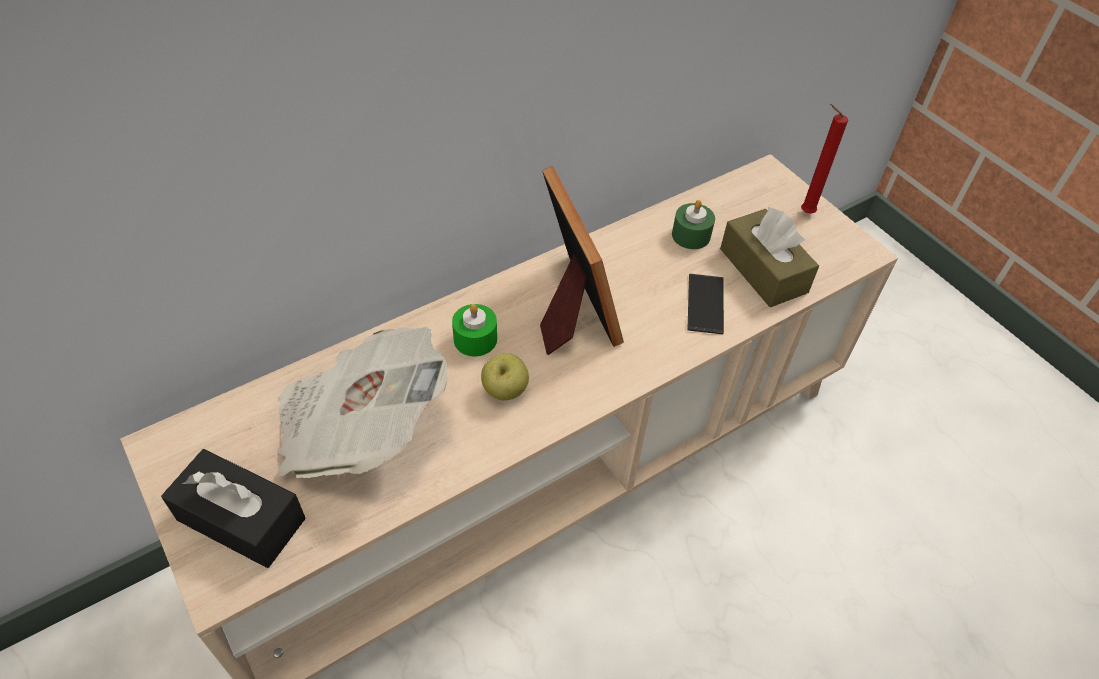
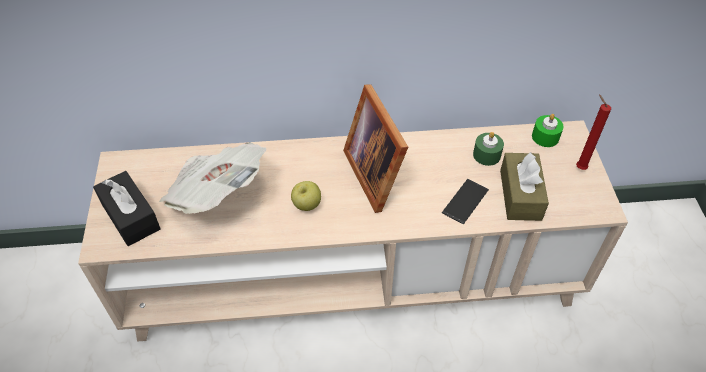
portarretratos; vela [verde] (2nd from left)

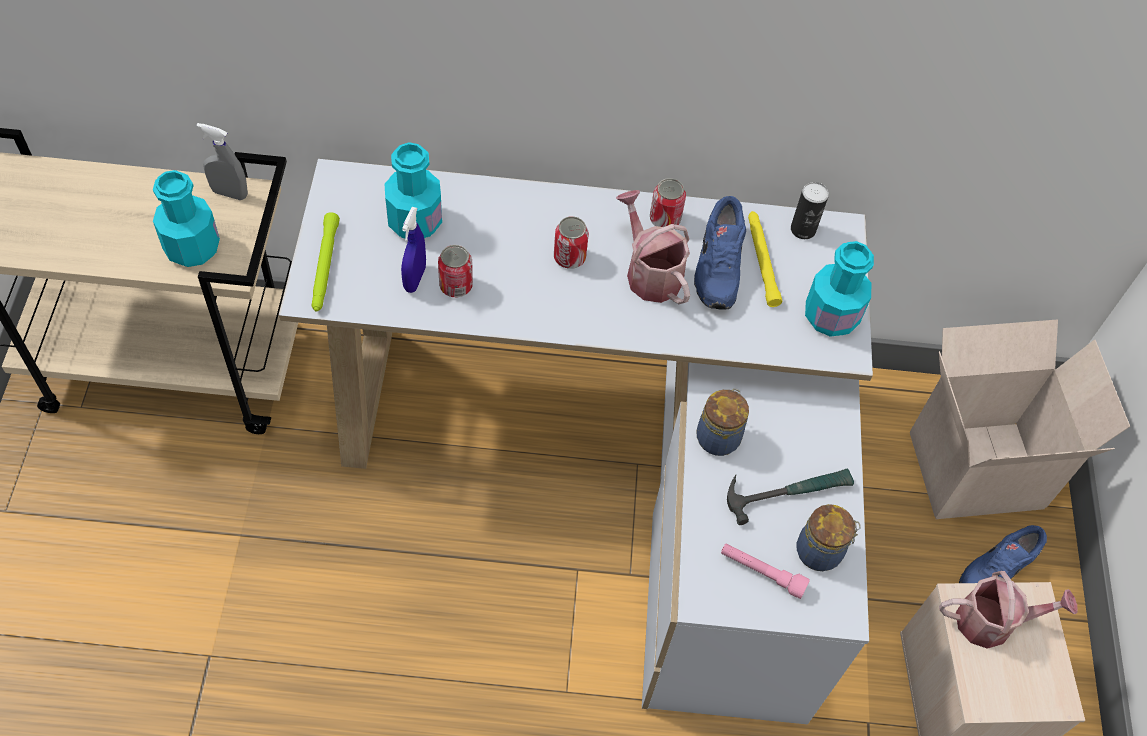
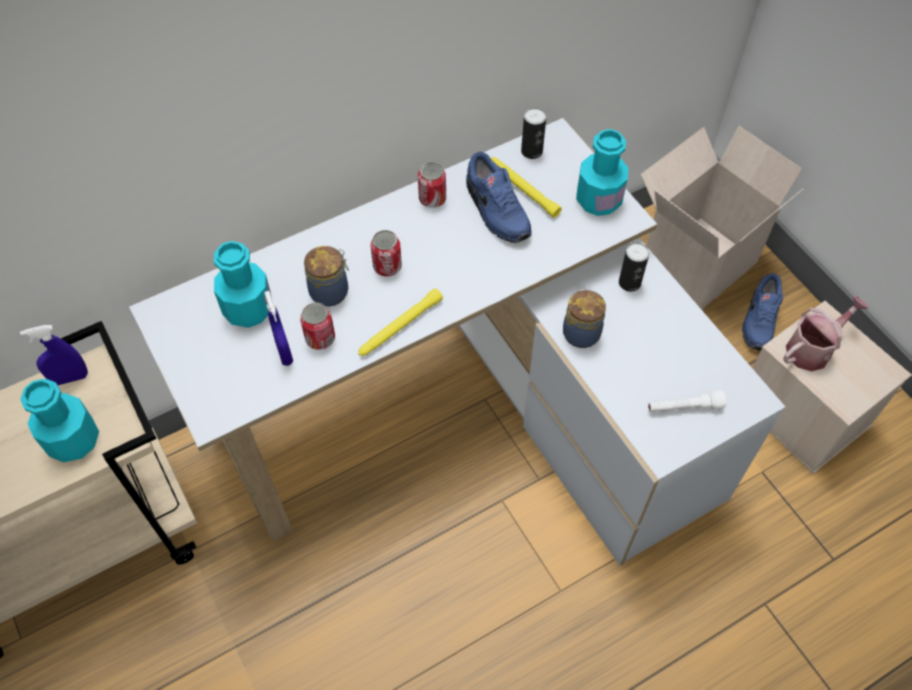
pulverizador [azul] (1st from left); regadera (1st from left in the first image); linterna [verde]; martillo; tarro (1st from left); linterna [blanco]; lata (5th from left); linterna [amarillo] (1st from left)

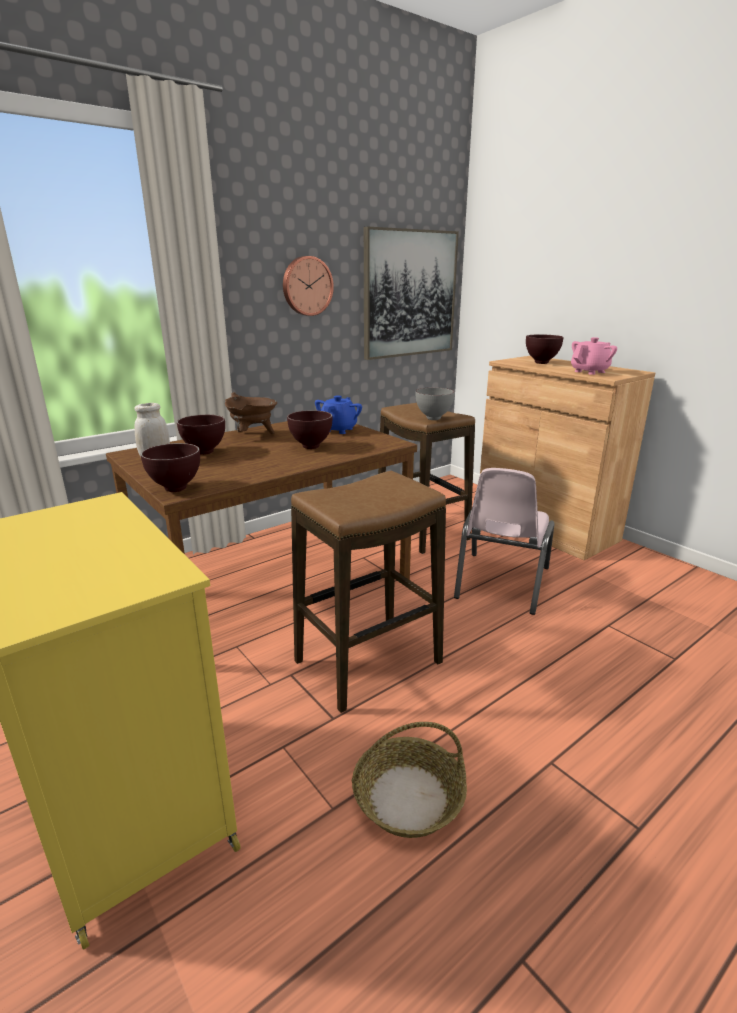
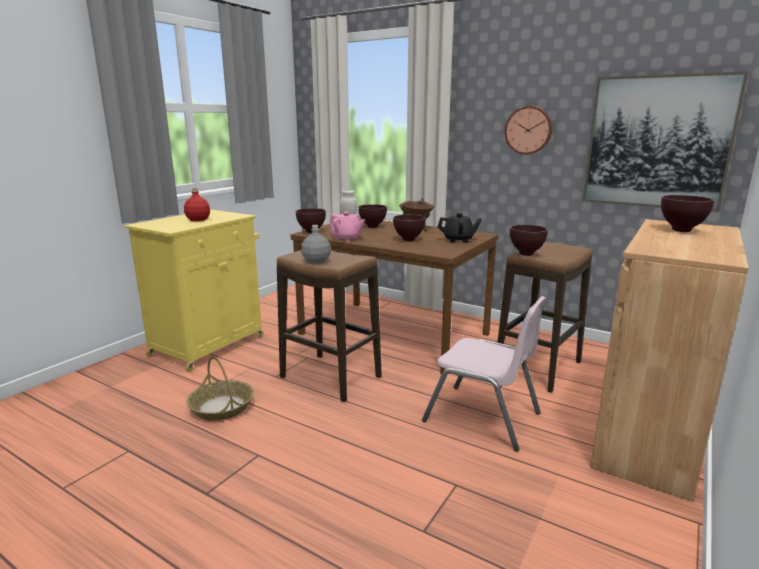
tetera [rosa]; cuenco [marrón] (4th from left); tetera [negro]; silla [rosa]; botella [rojo]; botella [gris]

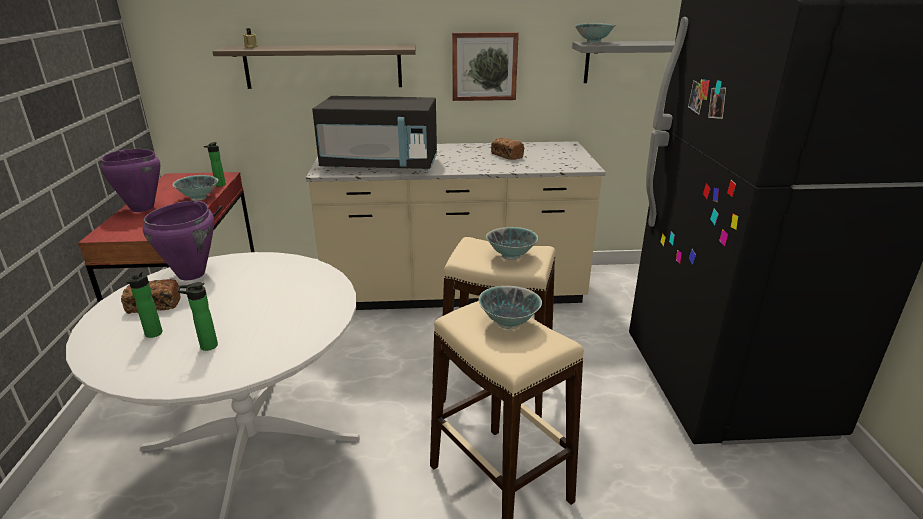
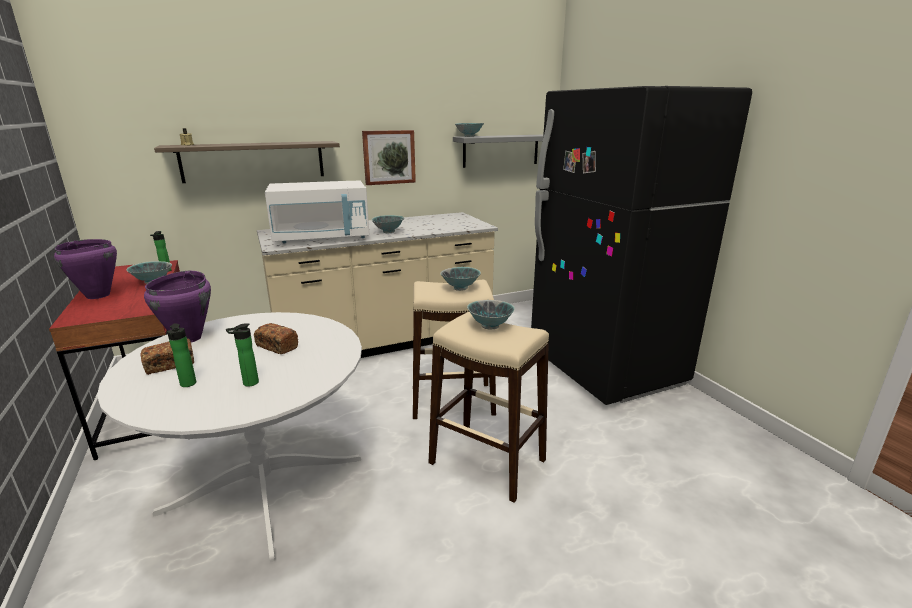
microondas [blanco]; pan (2nd from left); cuenco (2nd from left)

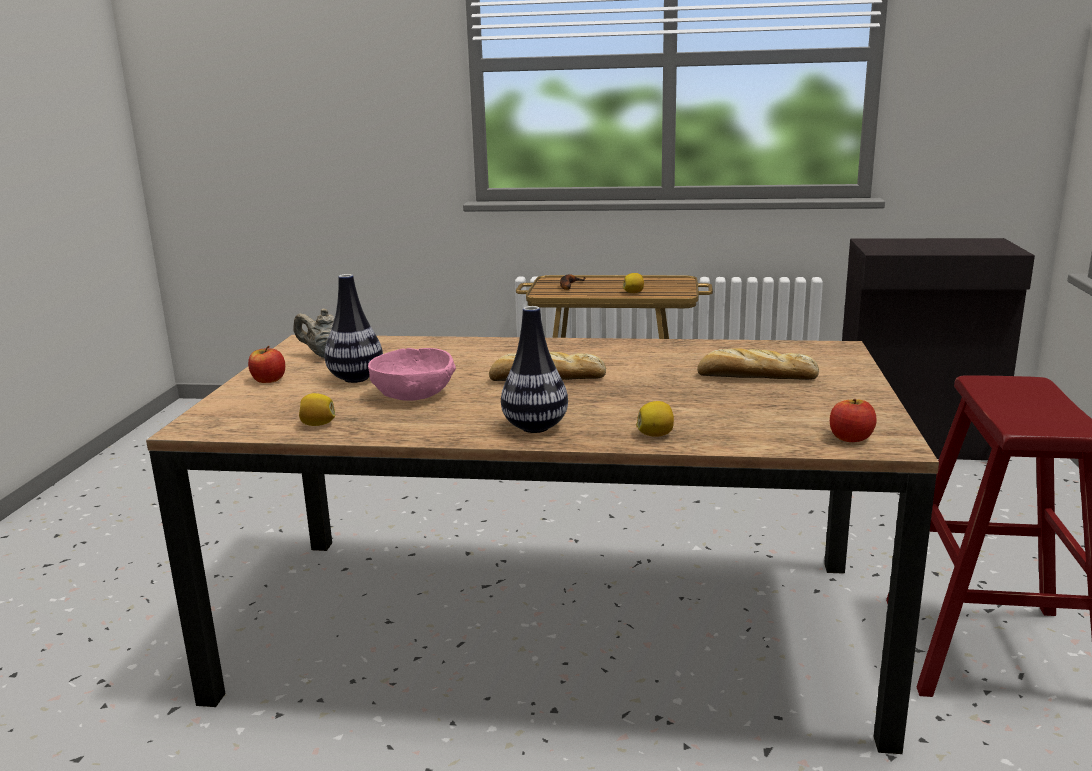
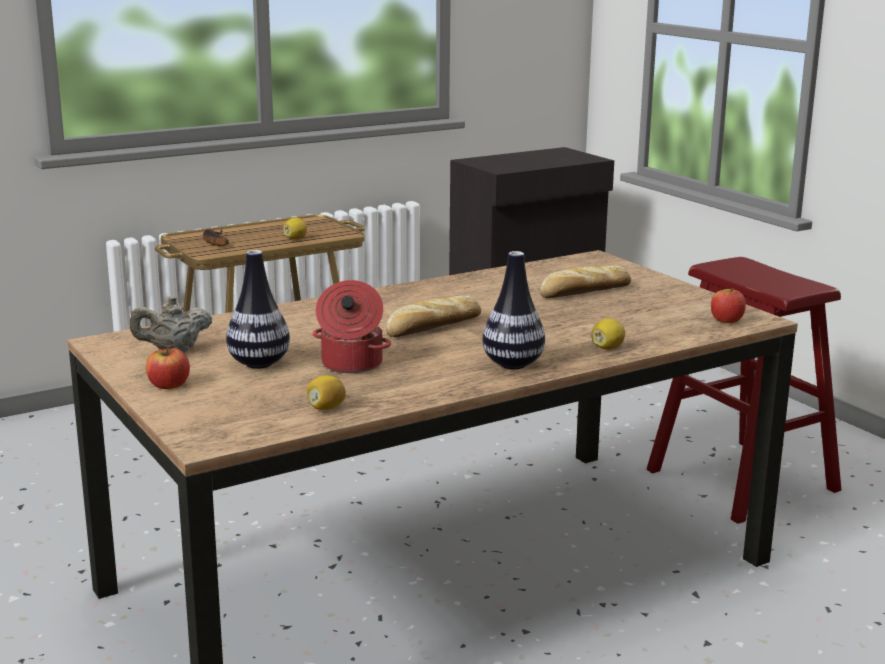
olla

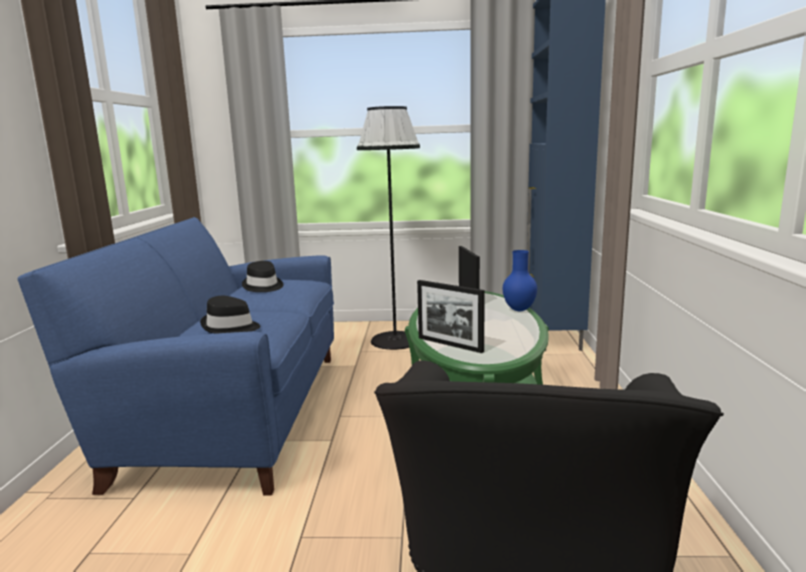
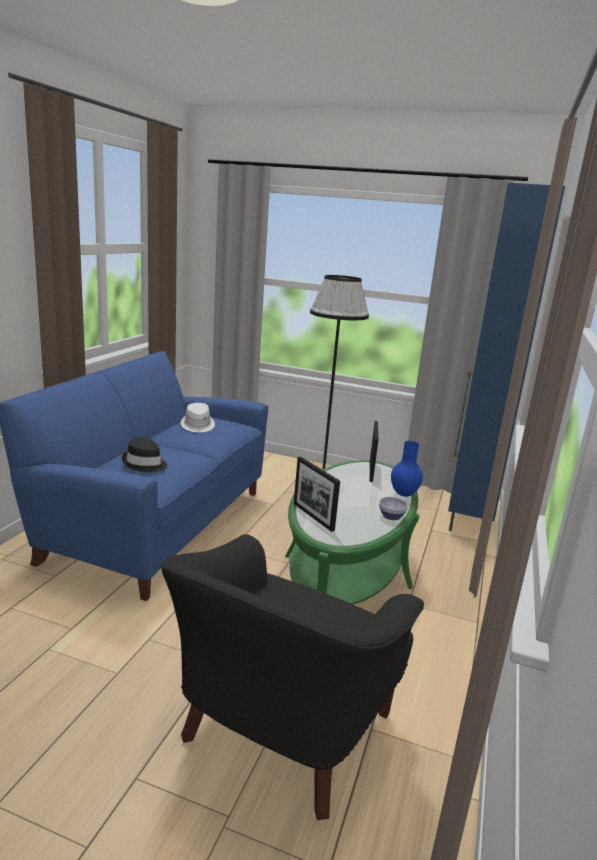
sombrero [blanco]; cuenco

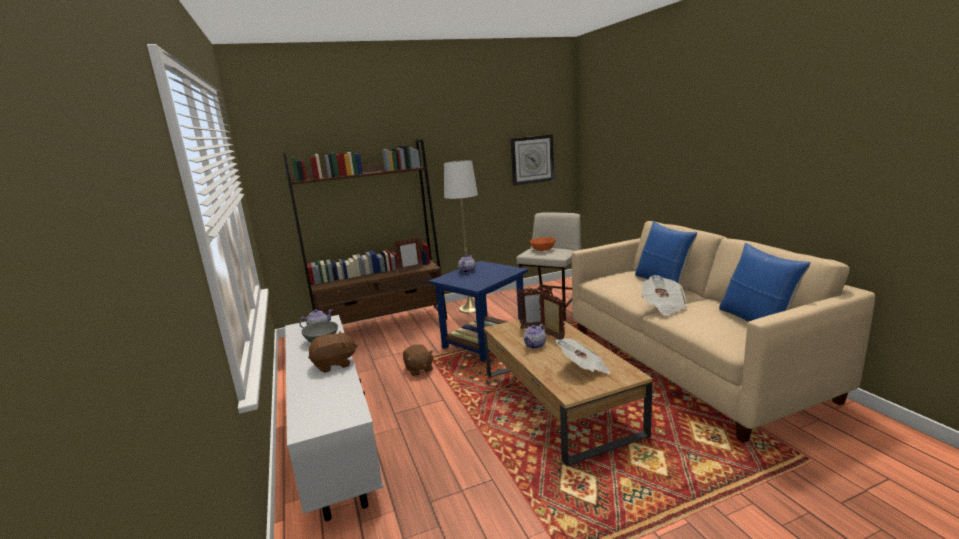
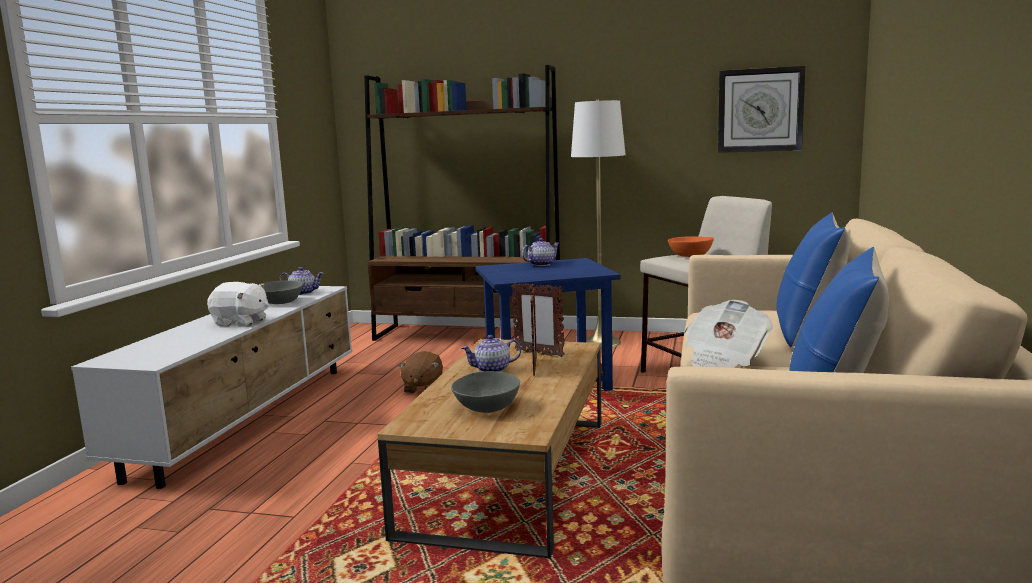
portarretratos (1st from left in the first image); peluche [blanco]; cuenco [gris] (2nd from left)

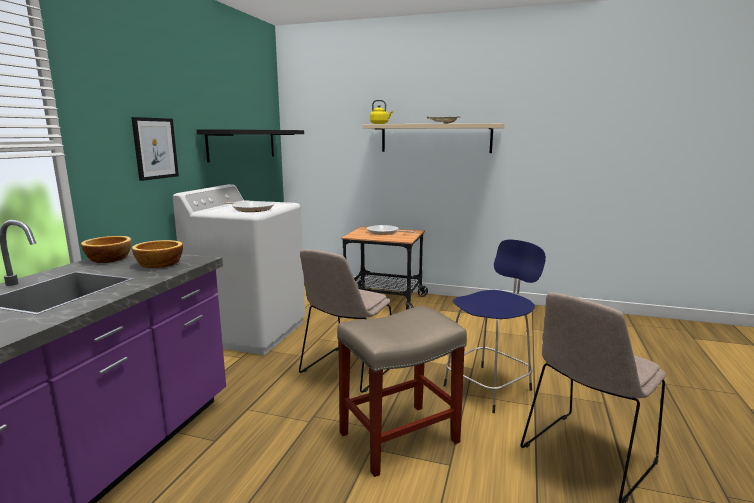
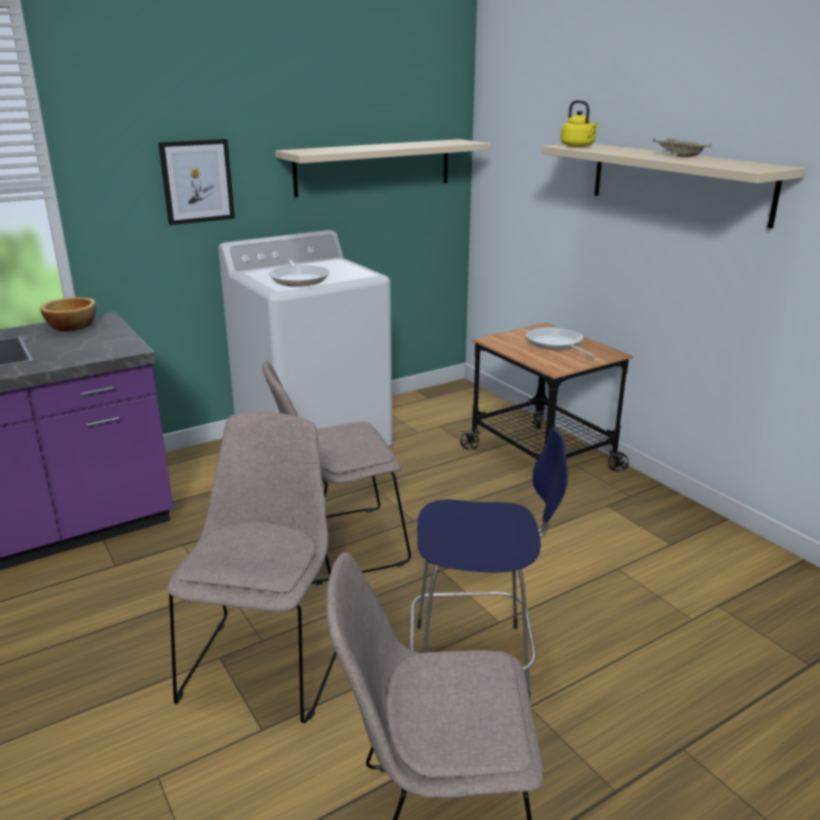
estante [beis] (1st from left); cuenco (2nd from left in the first image); silla [beis] (1st from left)

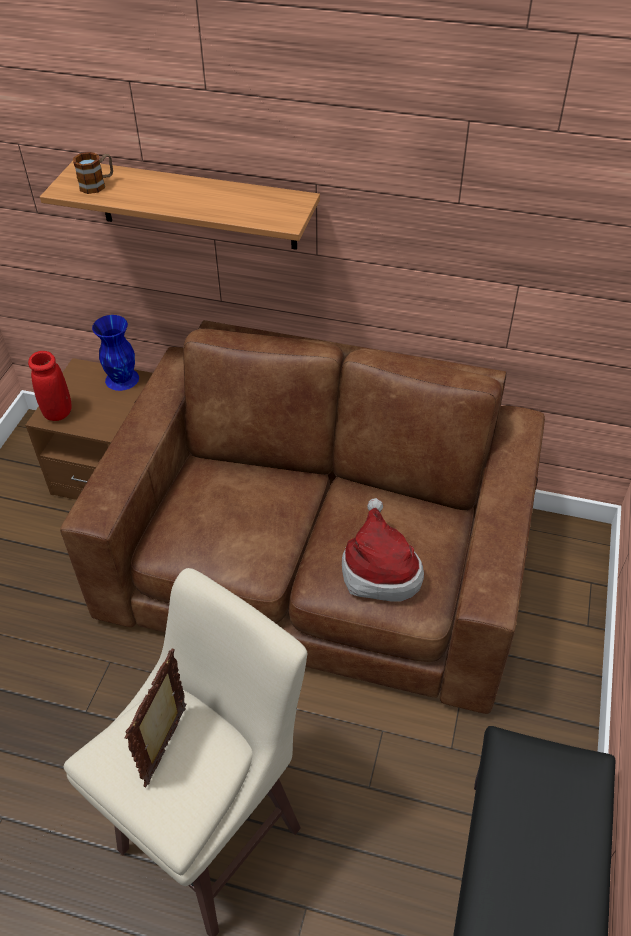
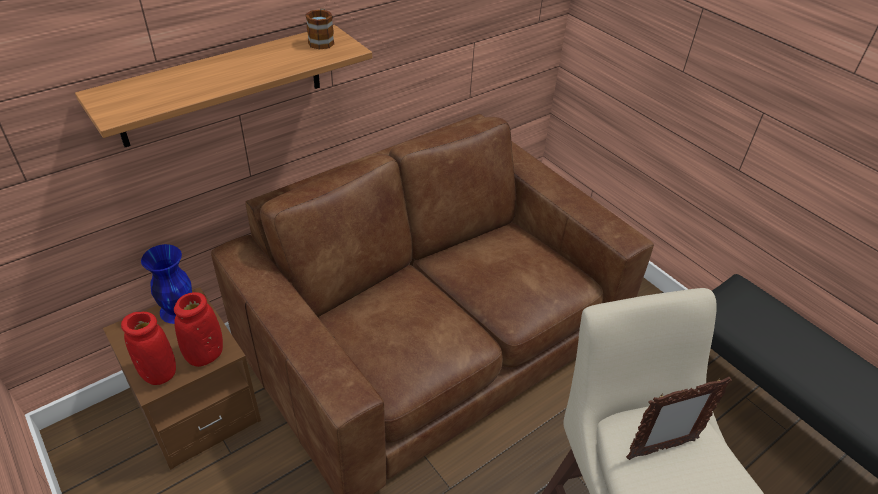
taza grande; sombrero; portarretratos; florero [rojo] (2nd from left)

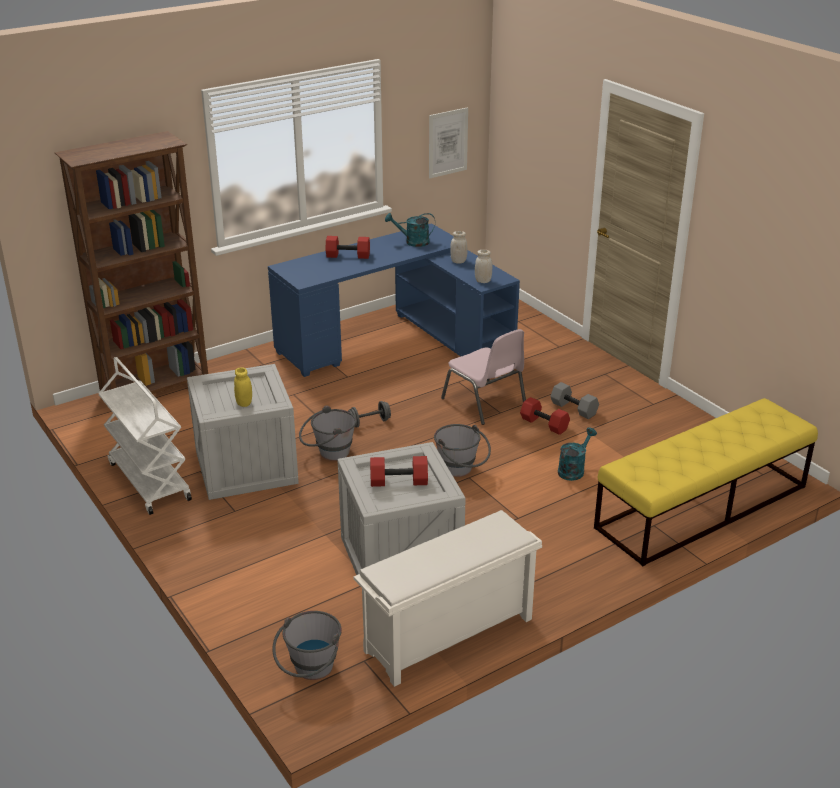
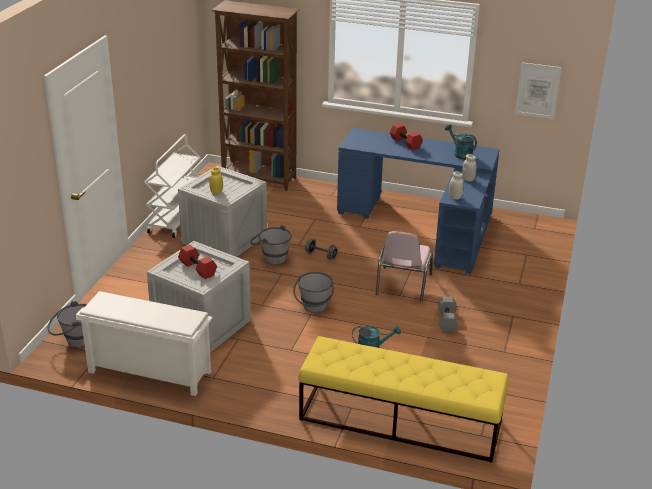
mancuerna [rojo] (3rd from left in the first image)

